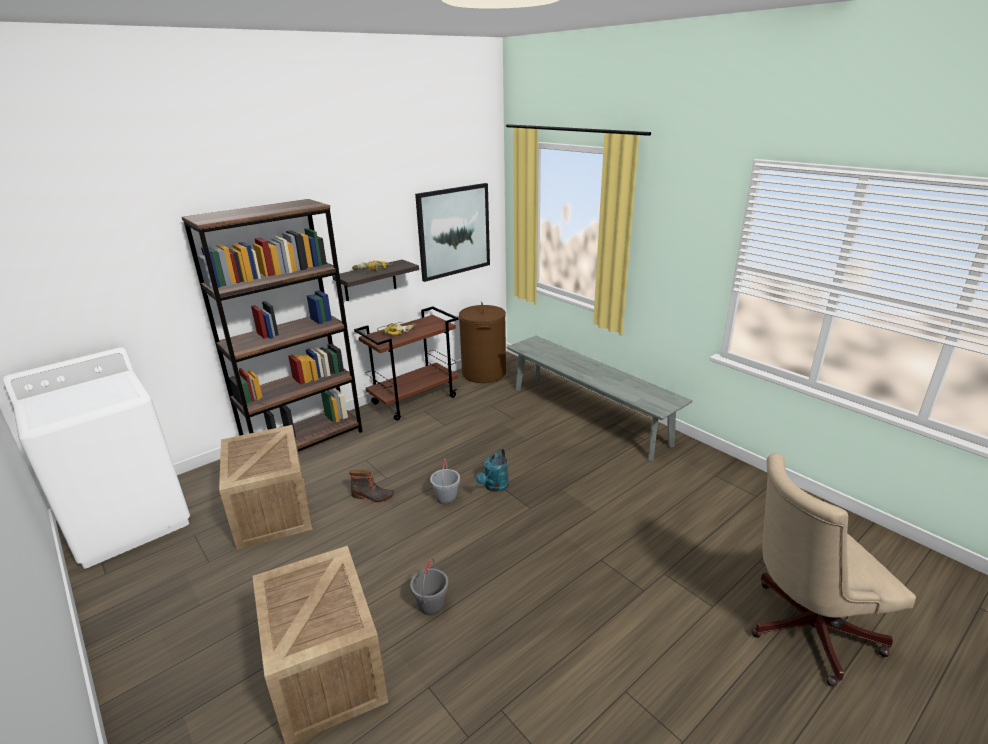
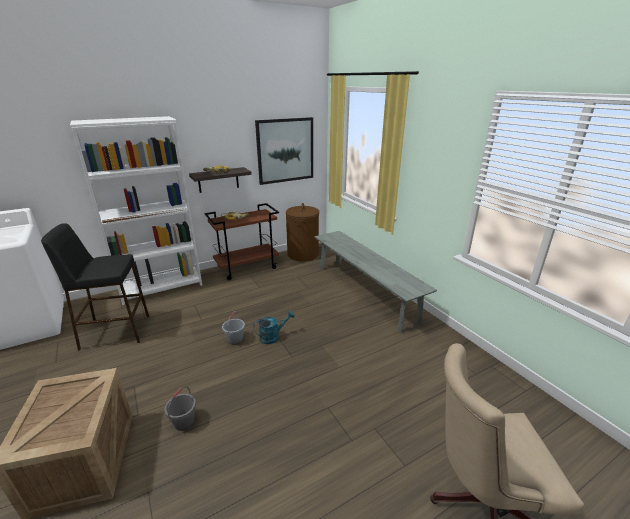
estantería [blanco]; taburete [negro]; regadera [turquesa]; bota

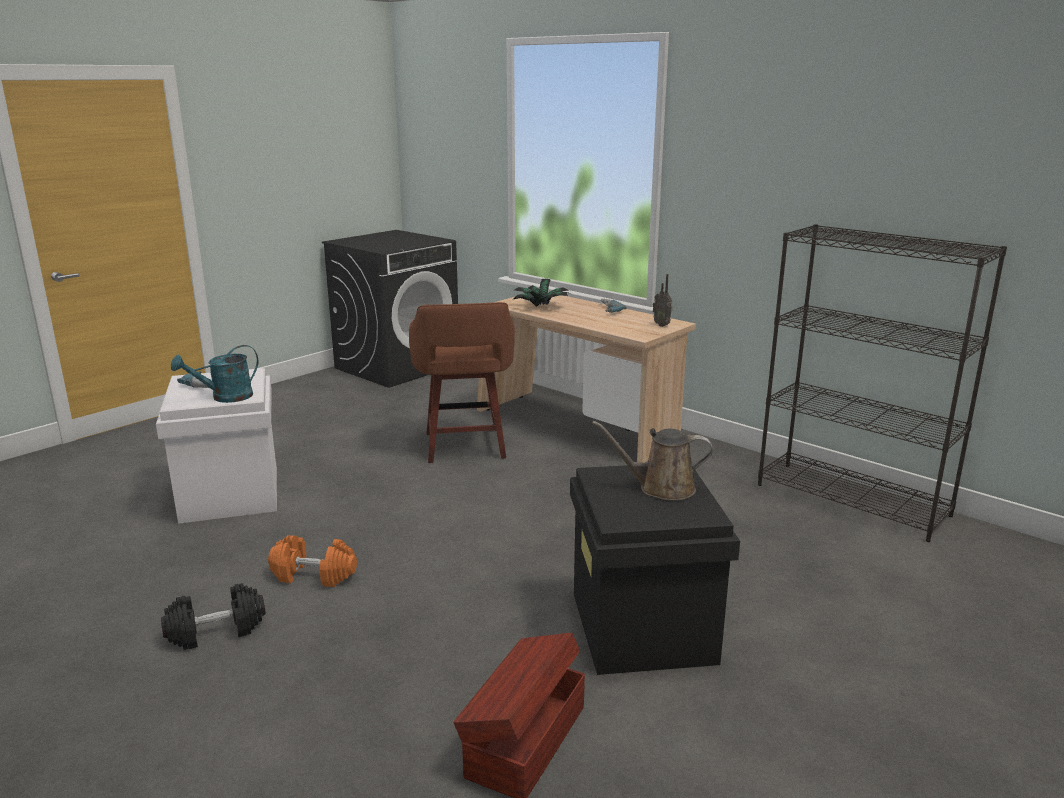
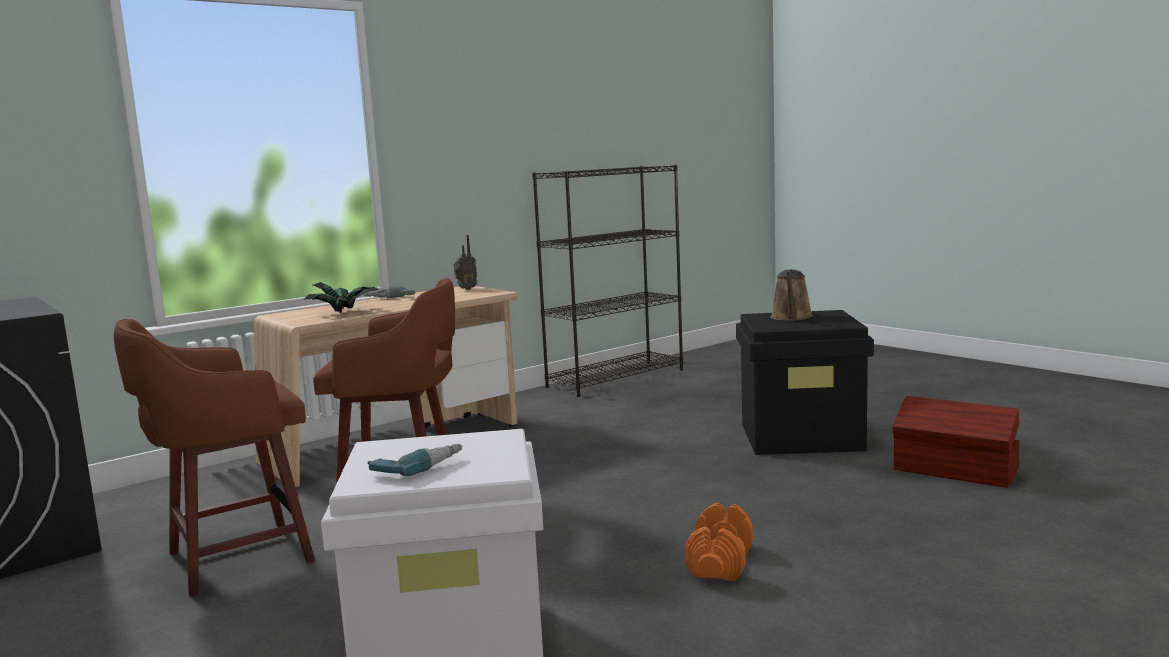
regadera [turquesa]; mancuerna [negro]; taburete [marrón] (1st from left)

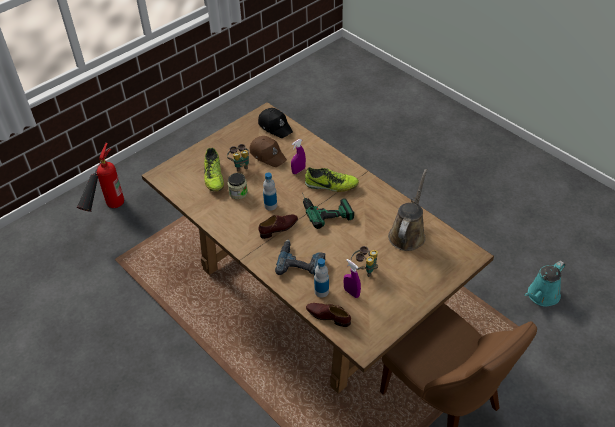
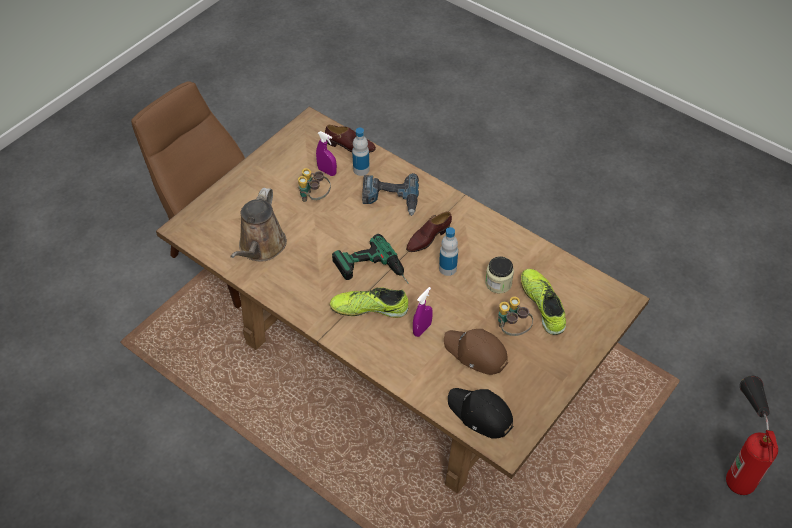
regadera [turquesa]

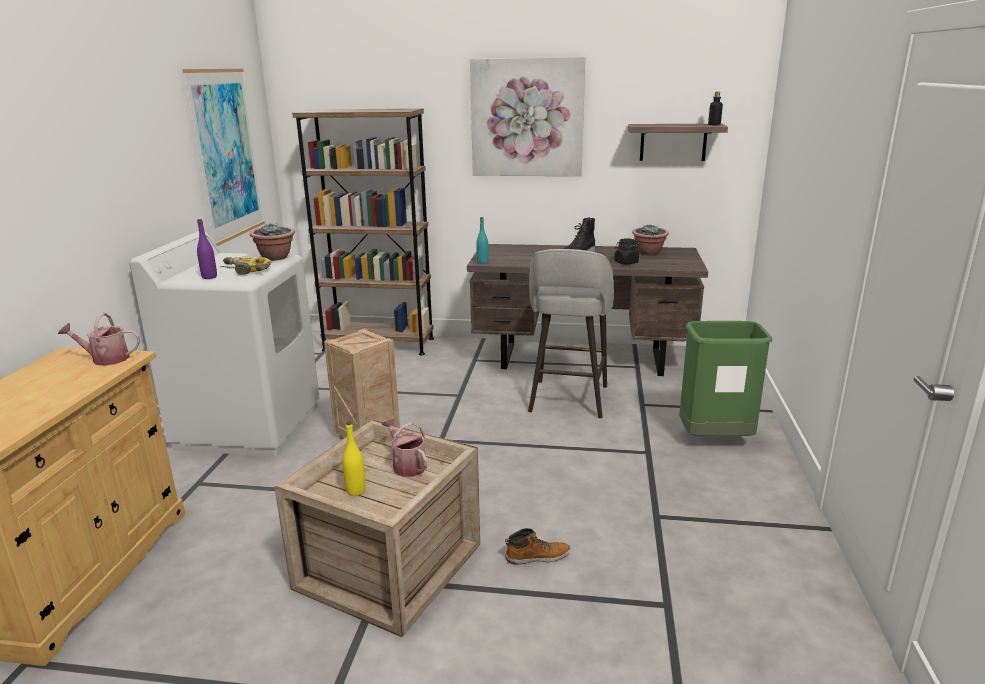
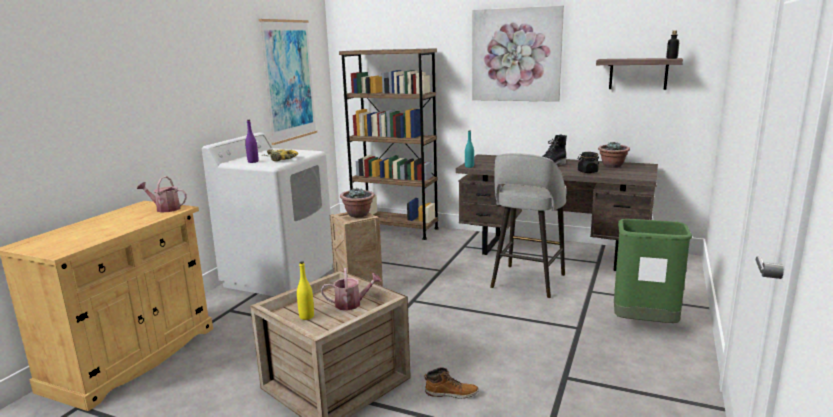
planta en maceta (1st from left); regadera (2nd from left)

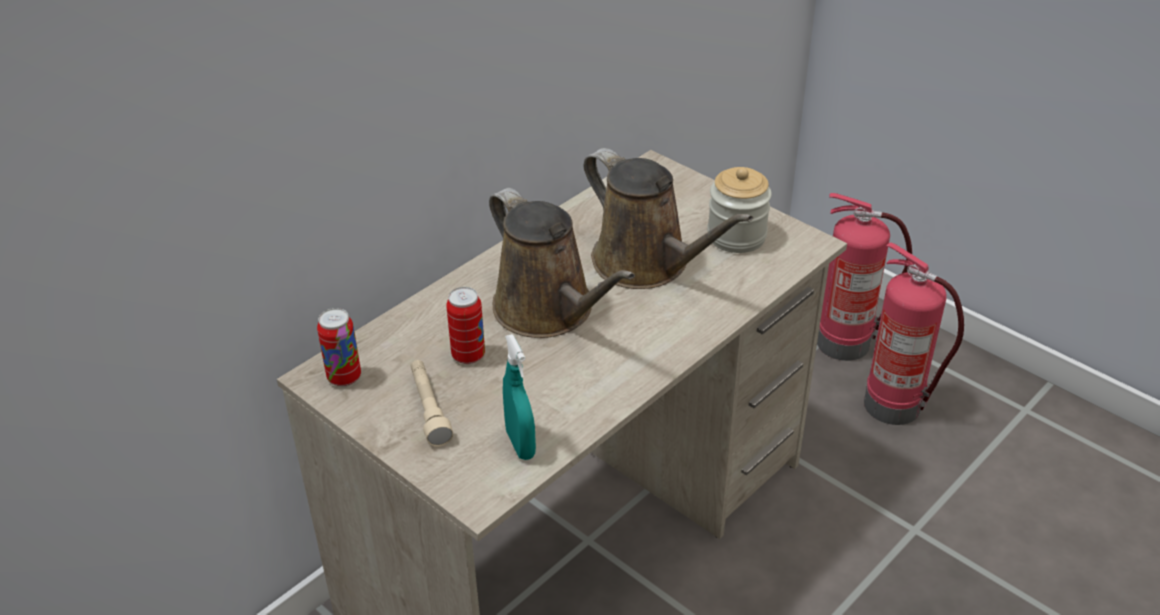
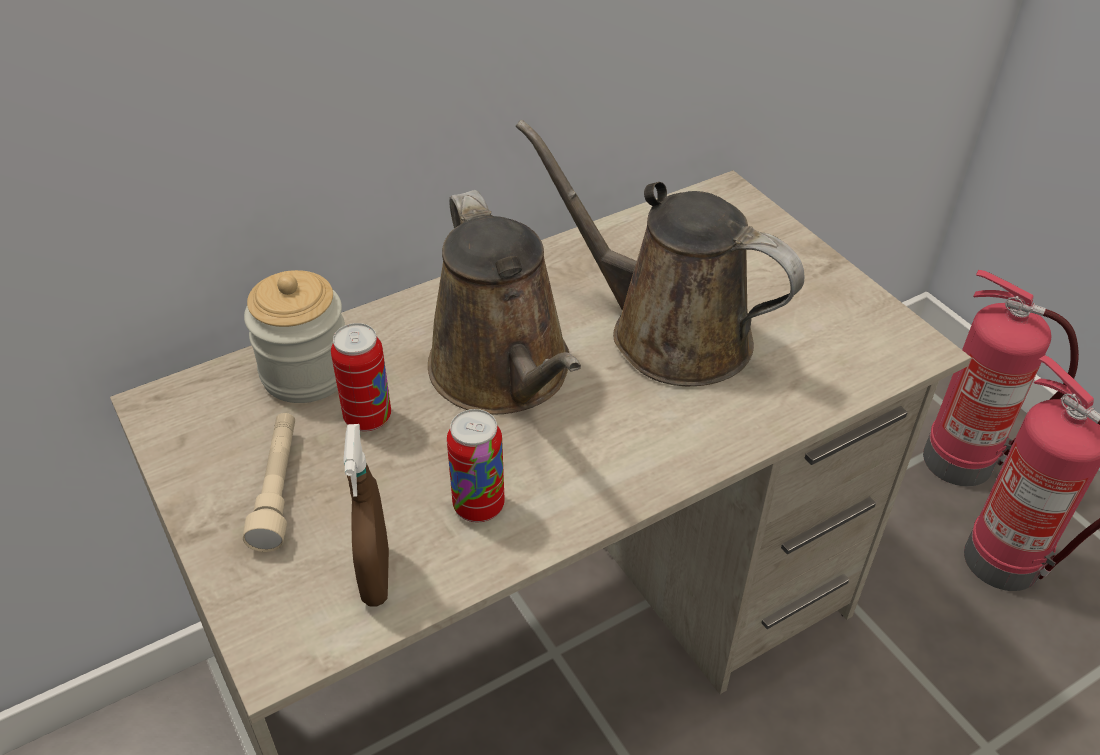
regadera [marrón] (2nd from left); tarro; lata (2nd from left); pulverizador [marrón]

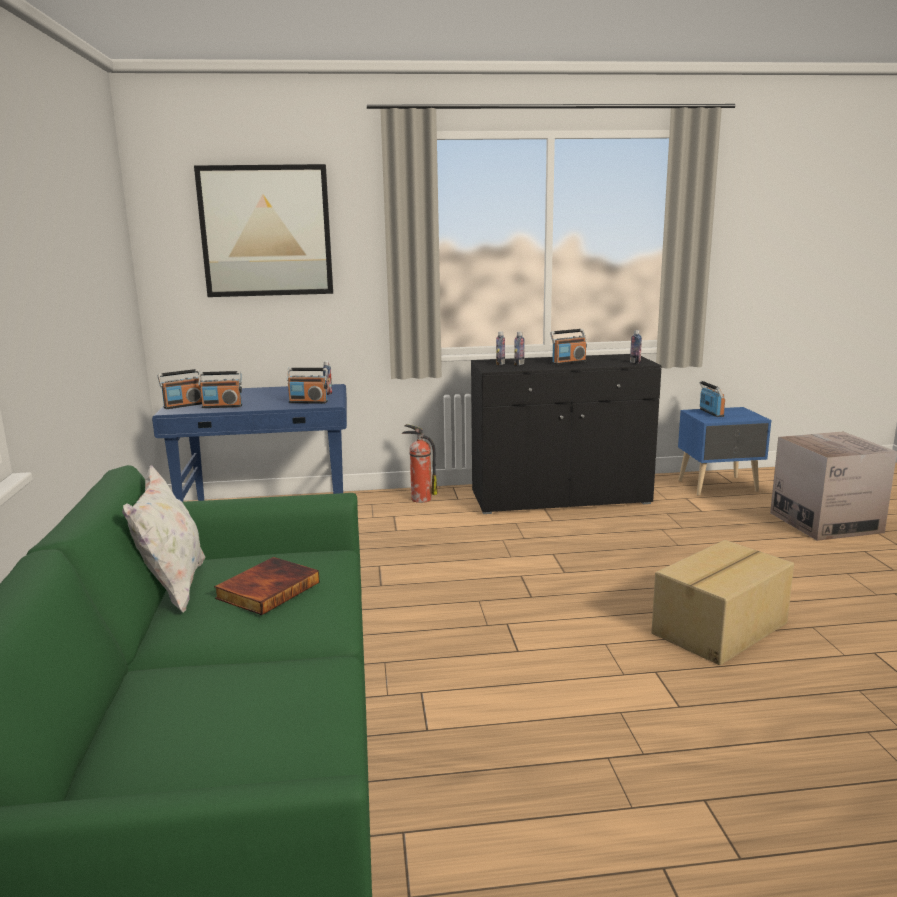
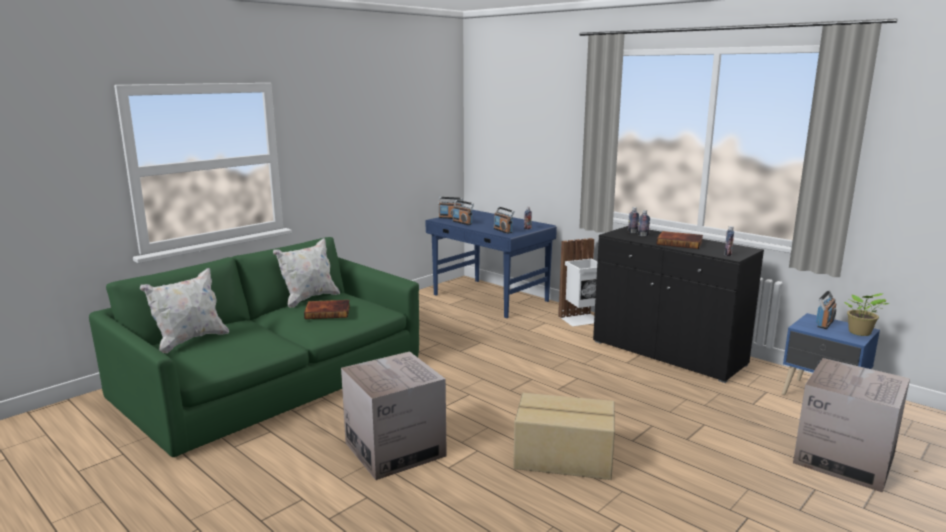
cuadro; libro (2nd from left); papelera [blanco]; cojín [blanco] (1st from left); planta en maceta; caja de cartón (1st from left)

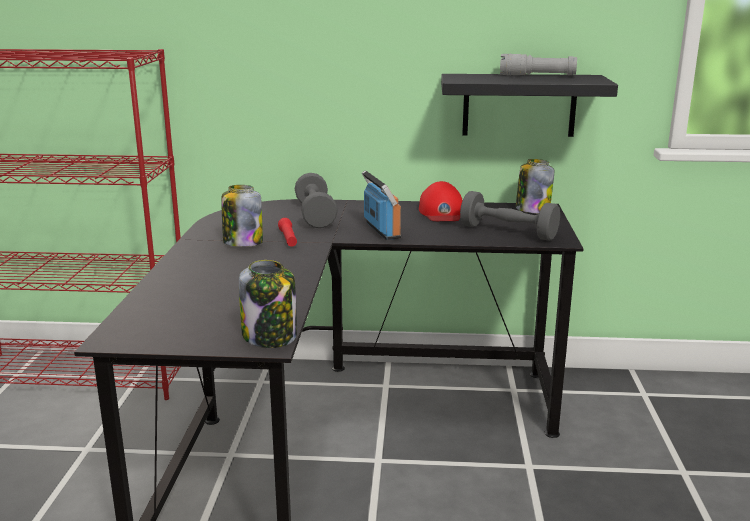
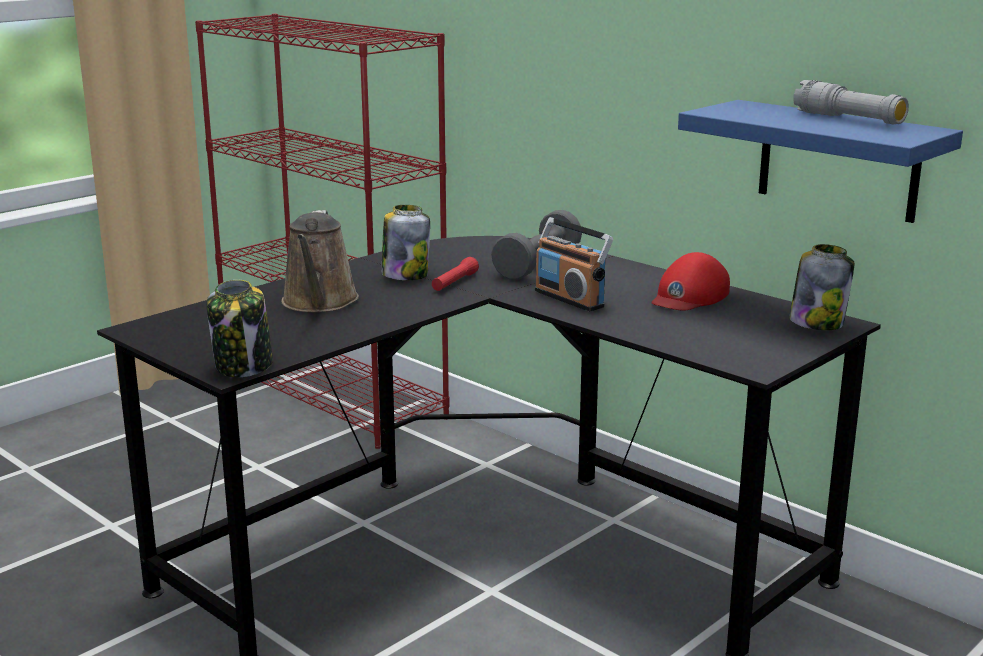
estante [azul]; radio; mancuerna [gris] (2nd from left in the first image); regadera [marrón]

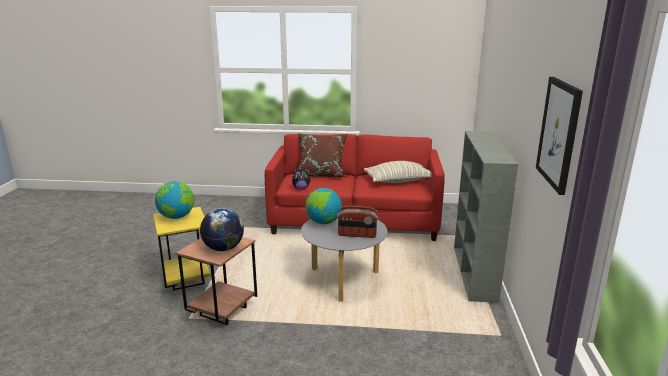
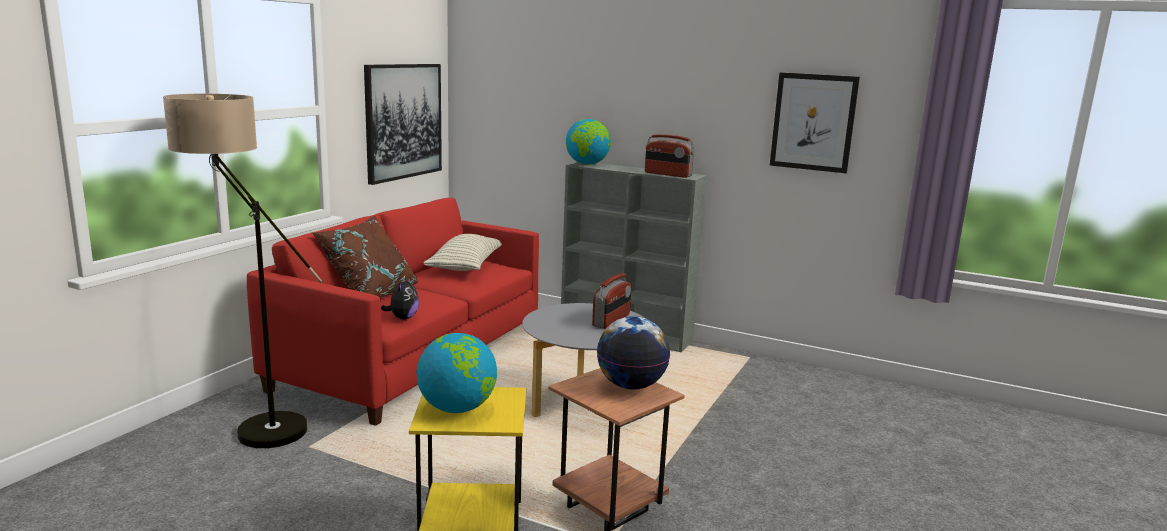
globo terráqueo (2nd from left); cuadro (1st from left); lámpara de pie; radio (2nd from left)

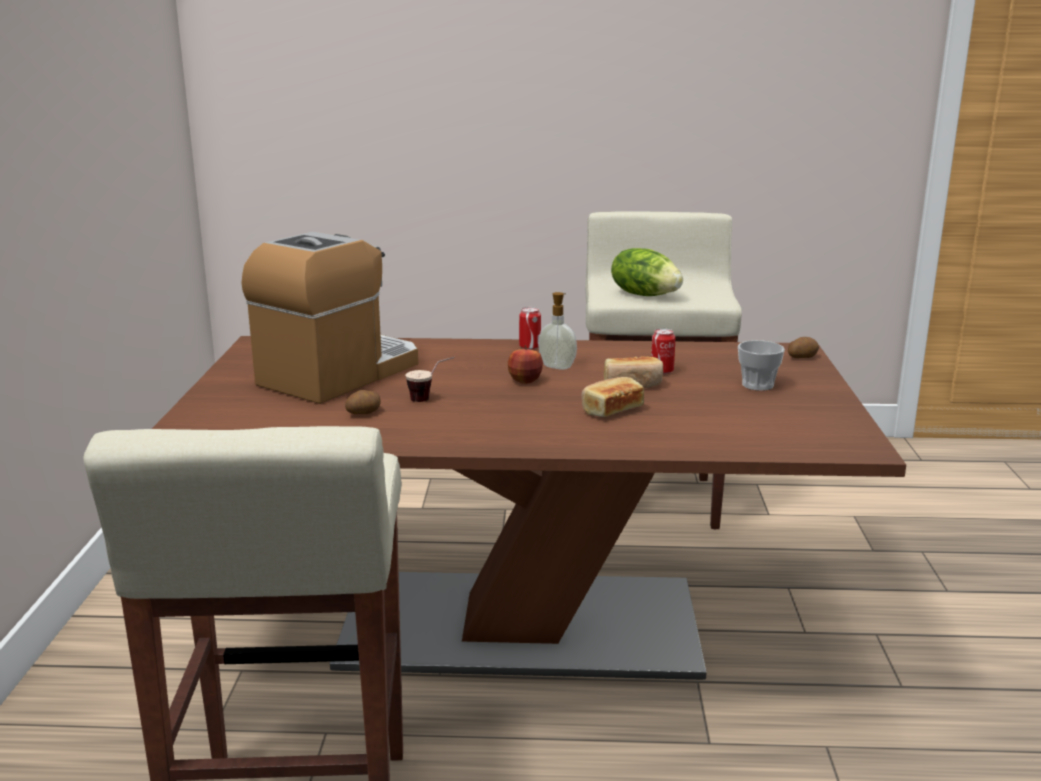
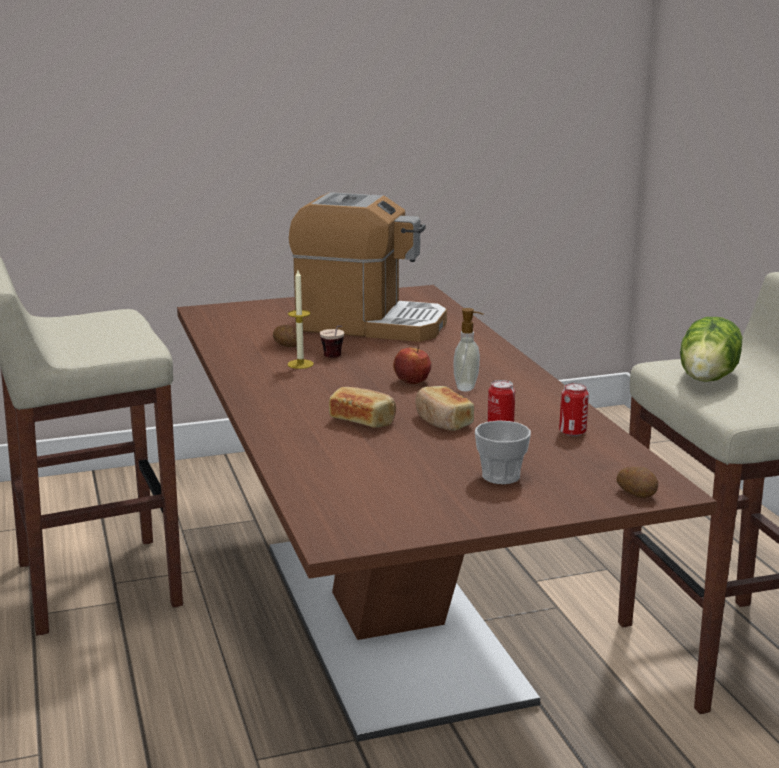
lata (2nd from left); vela

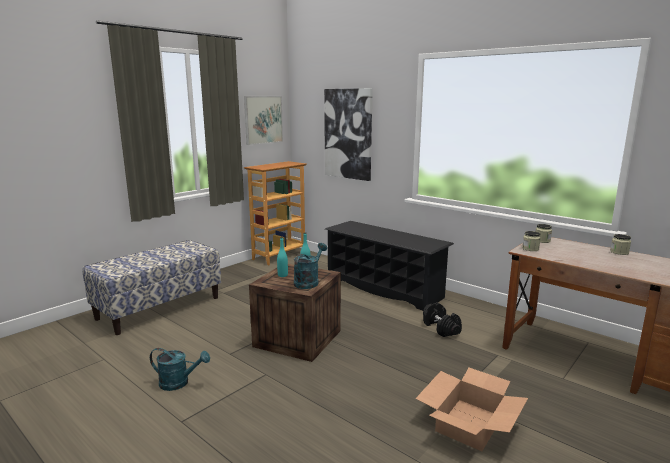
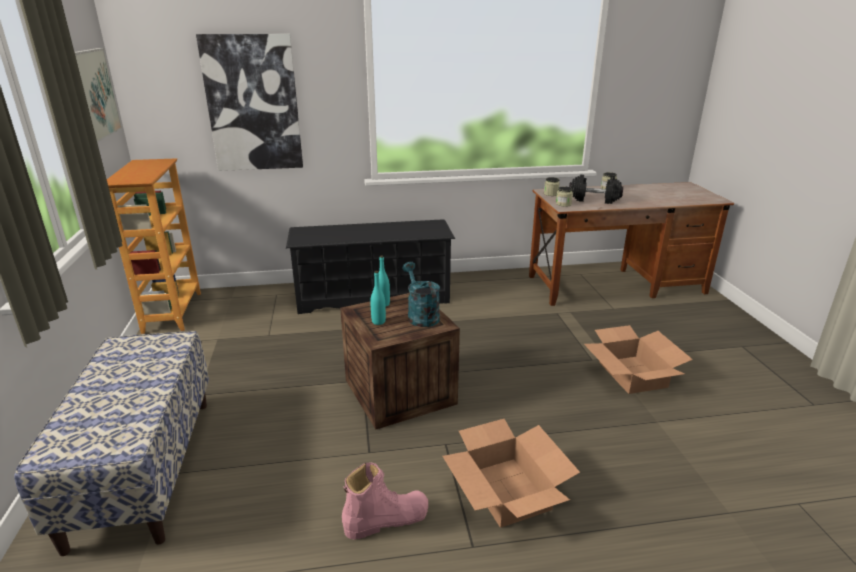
mancuerna [negro]; bota [rosa]; caja de cartón (1st from left)

